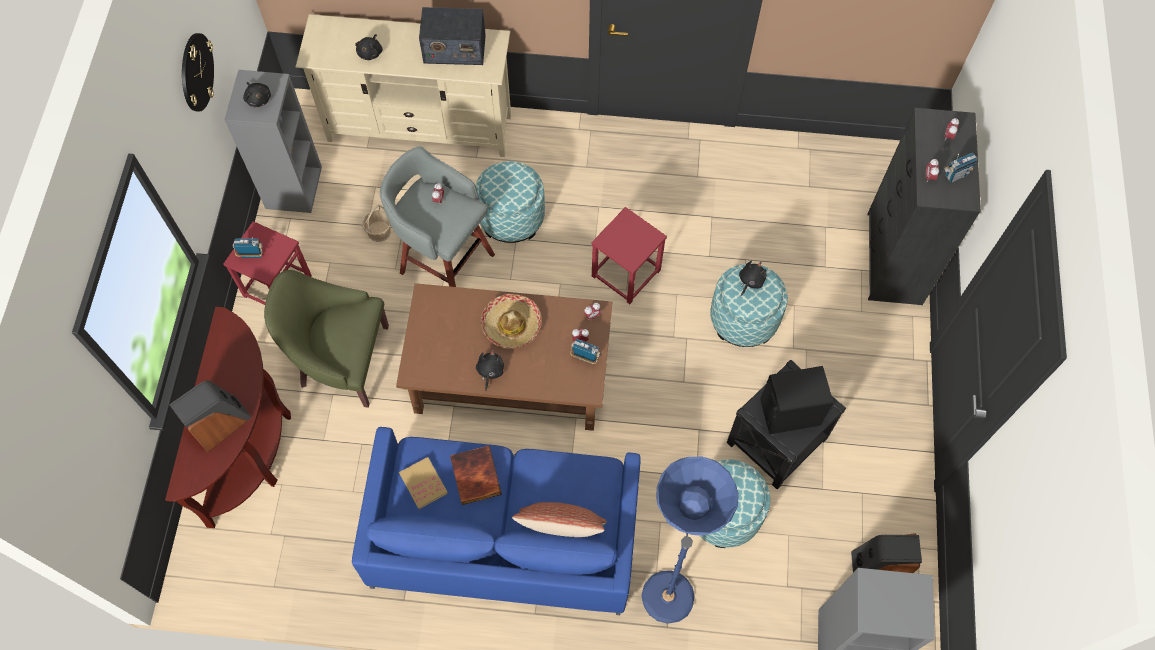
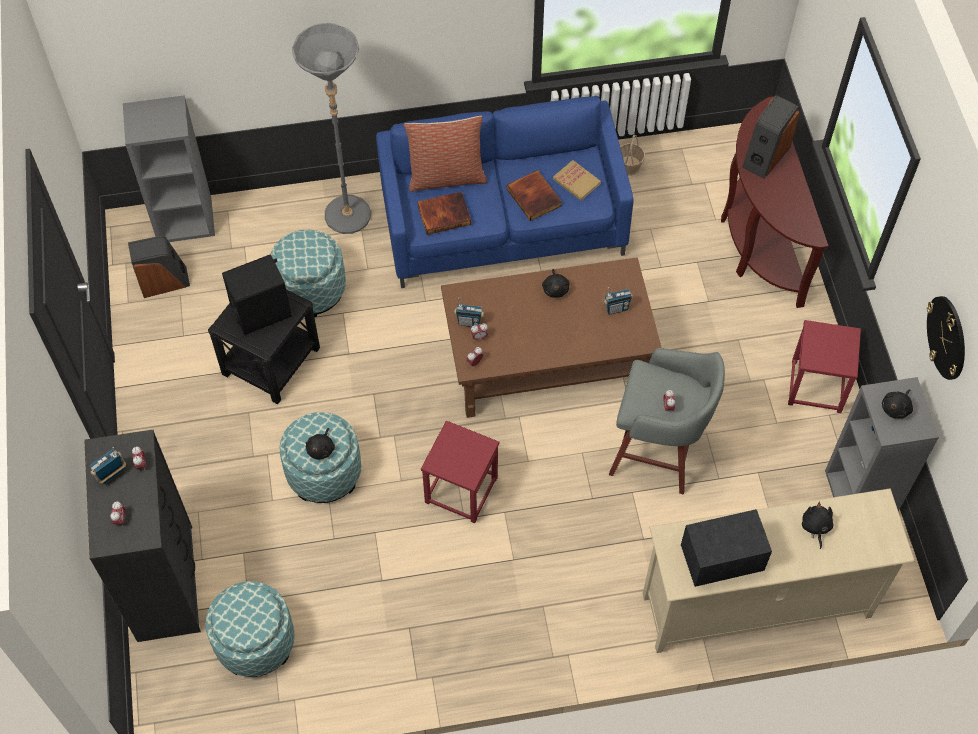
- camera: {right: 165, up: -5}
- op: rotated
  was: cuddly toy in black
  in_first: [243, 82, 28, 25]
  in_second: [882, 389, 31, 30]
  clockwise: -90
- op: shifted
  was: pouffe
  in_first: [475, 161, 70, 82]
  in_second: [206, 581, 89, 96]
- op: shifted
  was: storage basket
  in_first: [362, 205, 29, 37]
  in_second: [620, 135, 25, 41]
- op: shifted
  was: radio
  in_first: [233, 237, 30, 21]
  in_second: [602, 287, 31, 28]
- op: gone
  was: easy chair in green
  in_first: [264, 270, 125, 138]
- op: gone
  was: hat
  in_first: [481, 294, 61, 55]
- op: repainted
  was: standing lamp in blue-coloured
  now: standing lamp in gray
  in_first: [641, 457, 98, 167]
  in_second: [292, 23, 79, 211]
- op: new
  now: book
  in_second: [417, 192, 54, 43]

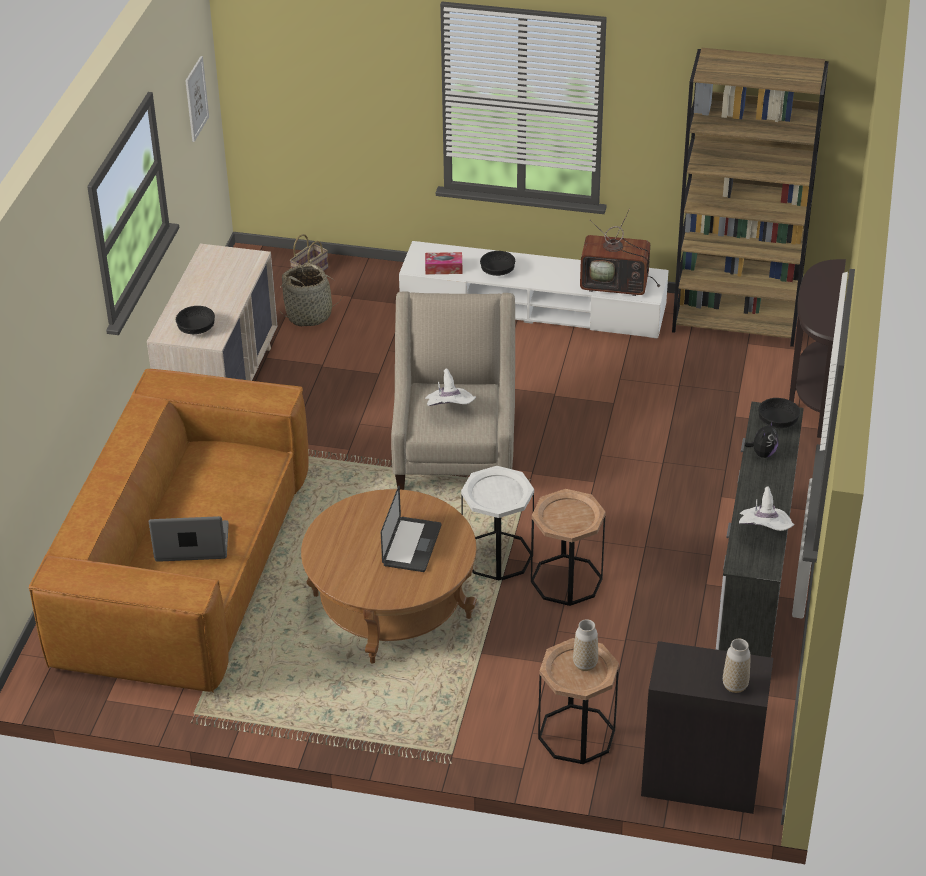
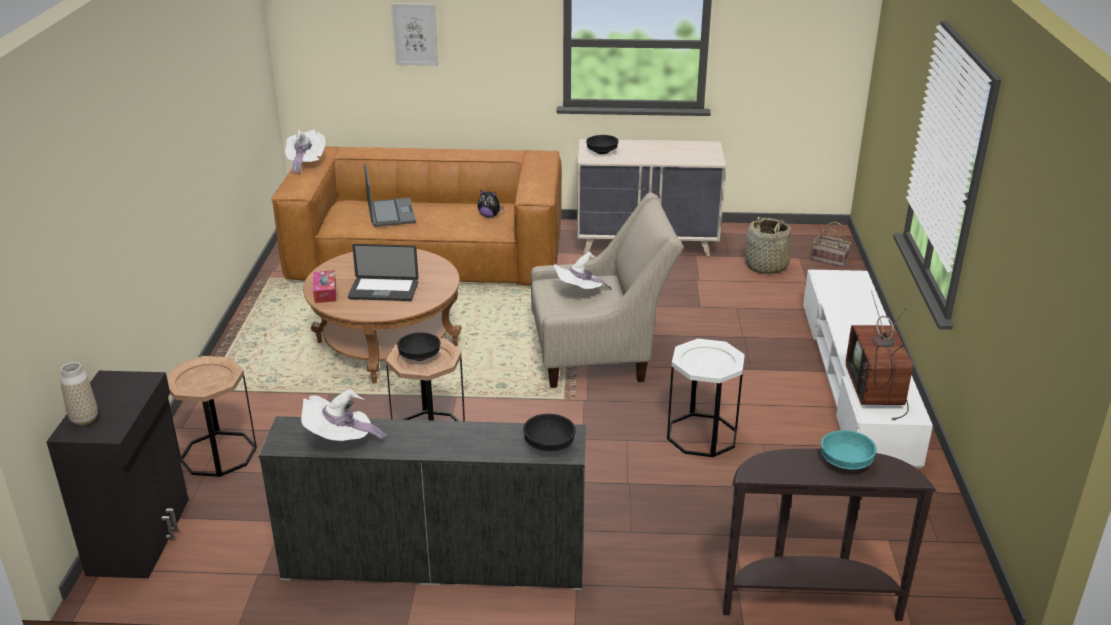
- camera: {right: 80, up: -10}
- op: gone
  was: bookshelf in brown-coloured
  in_first: [672, 48, 157, 299]
- op: shifted
  was: picture
  in_first: [185, 56, 24, 86]
  in_second: [391, 3, 47, 63]
- op: shifted
  was: bowl in black
  in_first: [480, 251, 35, 25]
  in_second: [397, 332, 43, 29]
- op: shifted
  was: tissue box
  in_first: [425, 252, 37, 23]
  in_second: [313, 270, 23, 33]
- op: shifted
  was: cuddly toy
  in_first: [744, 421, 35, 37]
  in_second: [477, 190, 27, 28]
- op: shifted
  was: end table in white
  in_first: [461, 466, 73, 114]
  in_second: [667, 339, 78, 118]
- op: gone
  was: decorative vase
  in_first: [573, 619, 25, 52]
- op: new
  now: hat in white
  in_second: [285, 129, 41, 46]
- op: new
  now: bowl in turquoise
  in_second: [821, 430, 56, 40]

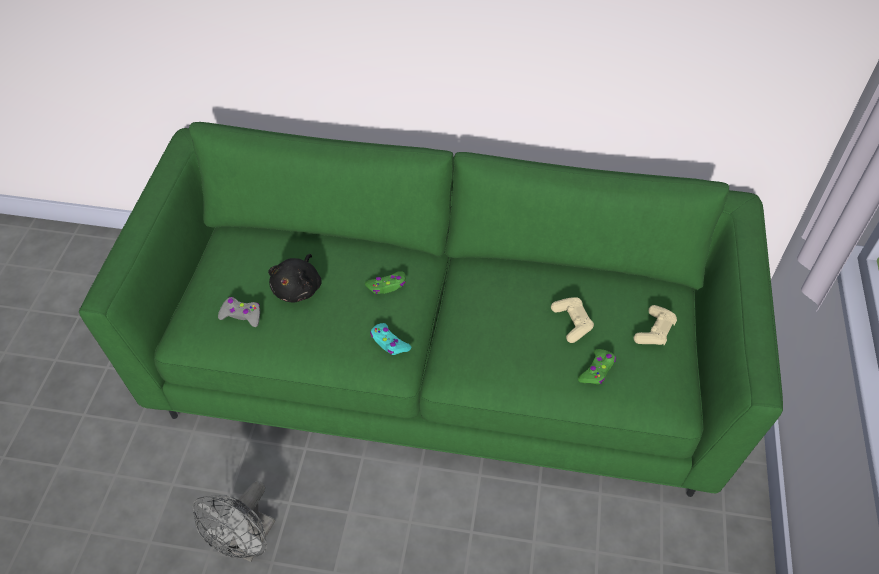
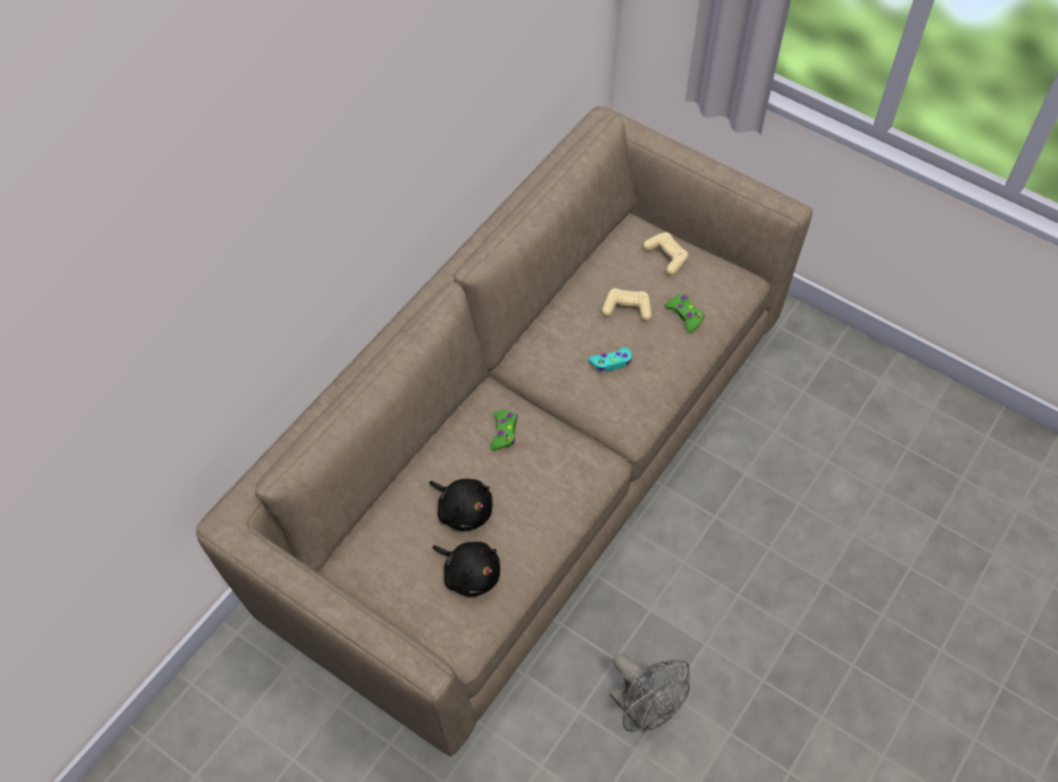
- camera: {right: -65, up: 5}
- op: repainted
  was: settee in green
  now: settee in beige-coloured
  in_first: [79, 122, 704, 375]
  in_second: [196, 106, 617, 650]
- op: swapped
  was: joypad in gray
  now: cuddly toy in black
  in_first: [218, 297, 42, 30]
  in_second: [432, 542, 68, 55]
- op: shifted
  was: joypad in turquoise
  in_first: [370, 323, 41, 32]
  in_second: [588, 347, 44, 25]

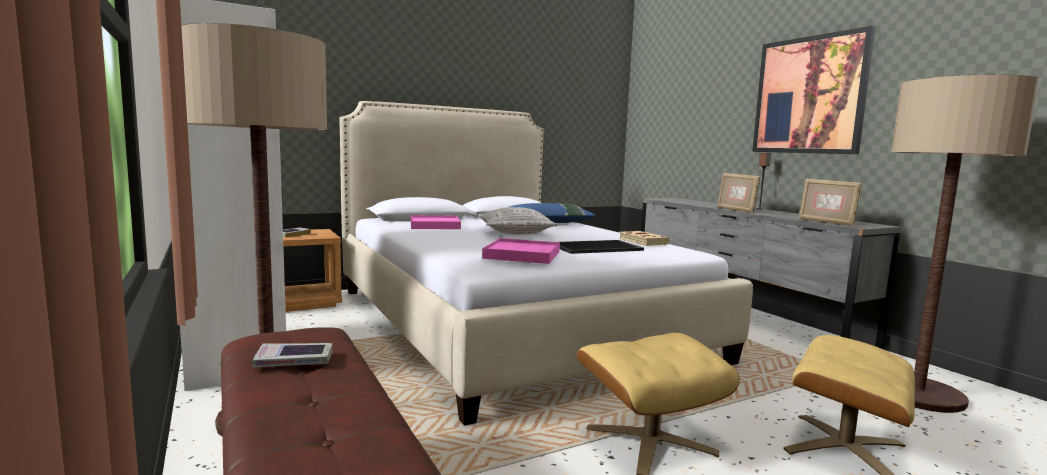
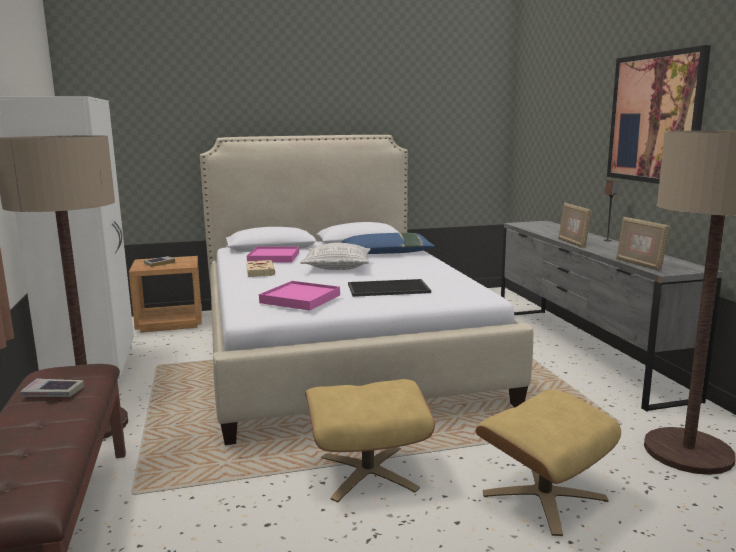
- camera: {right: 15, up: 5}
- op: shifted
  was: book in beige-coloured
  in_first: [619, 231, 50, 15]
  in_second: [246, 260, 29, 17]

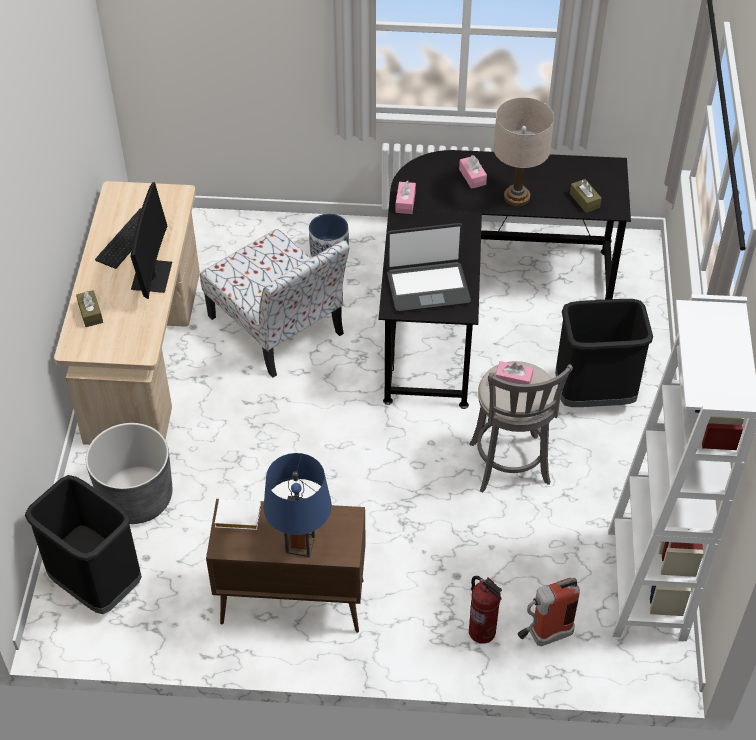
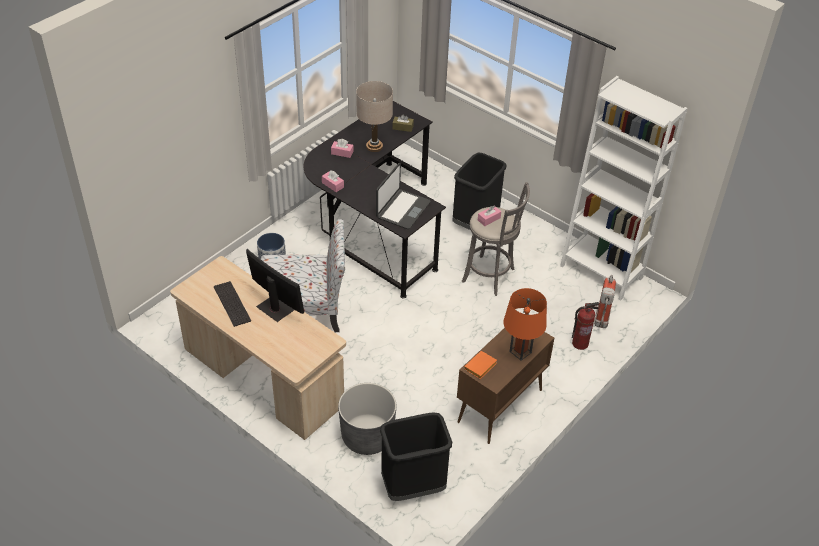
- camera: {right: -55, up: -5}
- op: gone
  was: tissue box in brown-coloured
  in_first: [76, 290, 27, 37]
- op: repainted
  was: tabletop lamp in blue-coloured
  now: tabletop lamp in orange-coloured
  in_first: [263, 453, 69, 104]
  in_second: [503, 288, 44, 72]
- op: repainted
  was: book in white
  now: book in orange-coloured
  in_first: [215, 499, 46, 31]
  in_second: [464, 351, 33, 28]

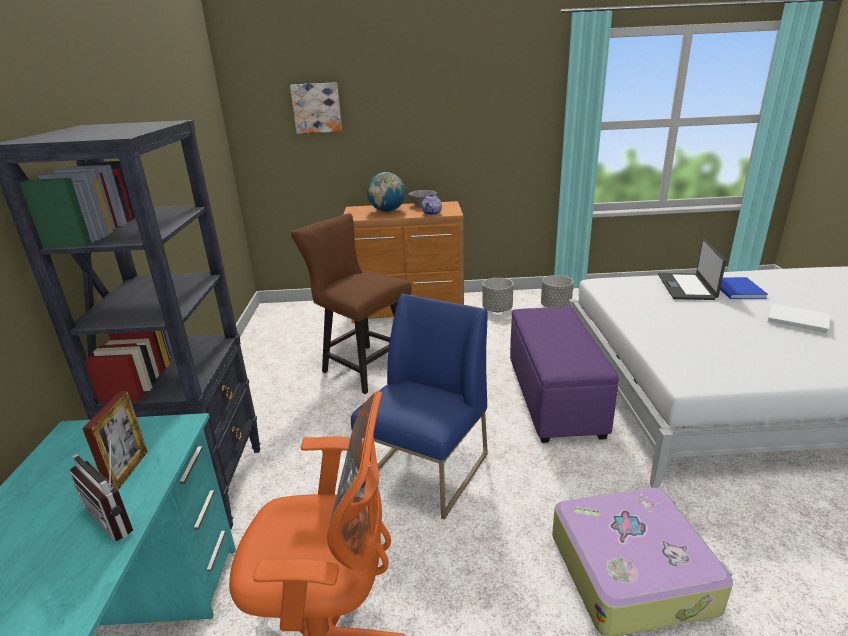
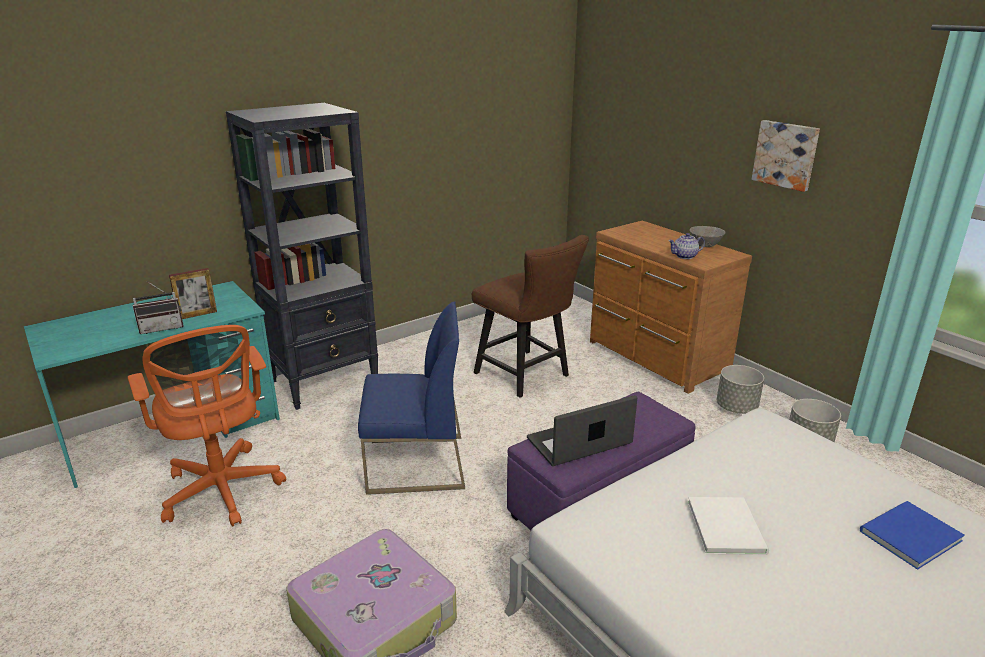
- camera: {right: 55, up: 0}
- op: shifted
  was: picture
  in_first: [290, 82, 52, 52]
  in_second: [752, 120, 68, 72]
- op: gone
  was: world globe
  in_first: [367, 172, 39, 40]
- op: rotated
  was: plain chair in brown-coloured
  in_first: [291, 213, 121, 181]
  in_second: [472, 235, 117, 163]
  clockwise: 135
- op: shifted
  was: portable computer
  in_first: [658, 239, 68, 61]
  in_second: [527, 395, 110, 71]
- op: shifted
  was: book in white
  in_first: [767, 303, 63, 31]
  in_second: [688, 497, 81, 58]
- op: rotated
  was: radio
  in_first: [69, 435, 64, 106]
  in_second: [133, 281, 51, 53]
  clockwise: -120

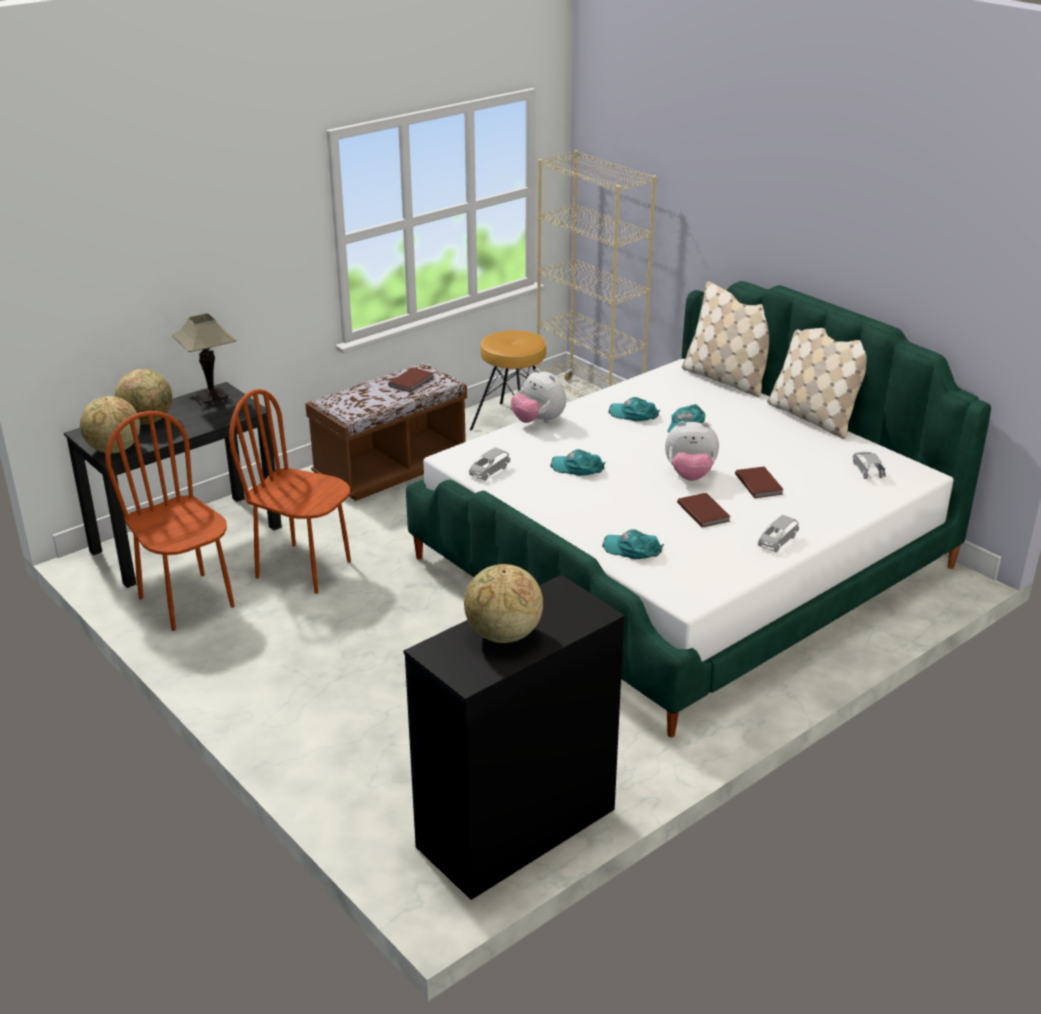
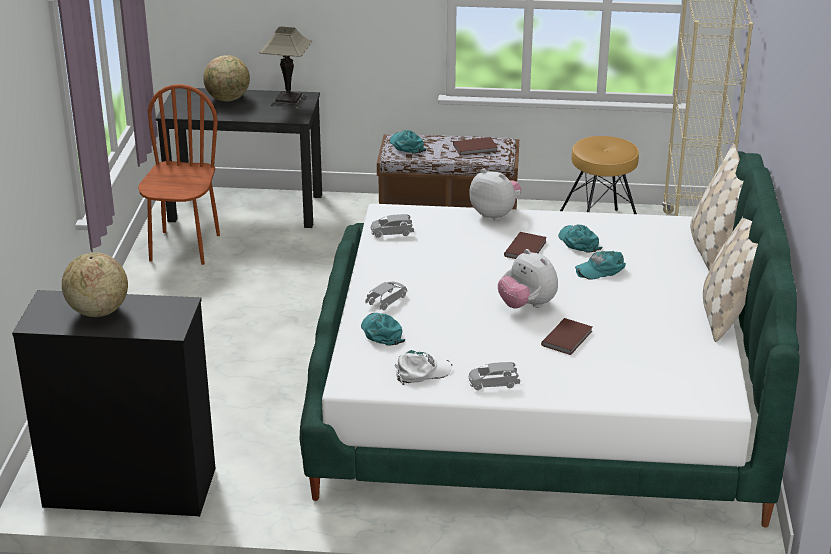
- camera: {right: 45, up: 0}
- op: rotated
  was: cuddly toy
  in_first: [511, 368, 55, 55]
  in_second: [469, 168, 52, 53]
  clockwise: 120
- op: gone
  was: plain chair in brown-coloured
  in_first: [229, 389, 122, 205]
- op: gone
  was: world globe
  in_first: [80, 396, 60, 58]
- op: shifted
  was: peaked cap in turquoise
  in_first: [550, 449, 56, 27]
  in_second: [390, 130, 37, 23]
- op: shifted
  was: toy car in gray
  in_first: [853, 452, 33, 27]
  in_second: [365, 282, 42, 28]
- op: shifted
  was: book in brown-coloured
  in_first: [677, 493, 54, 35]
  in_second: [504, 232, 43, 27]
- op: new
  now: peaked cap in white
  in_second: [395, 350, 57, 35]

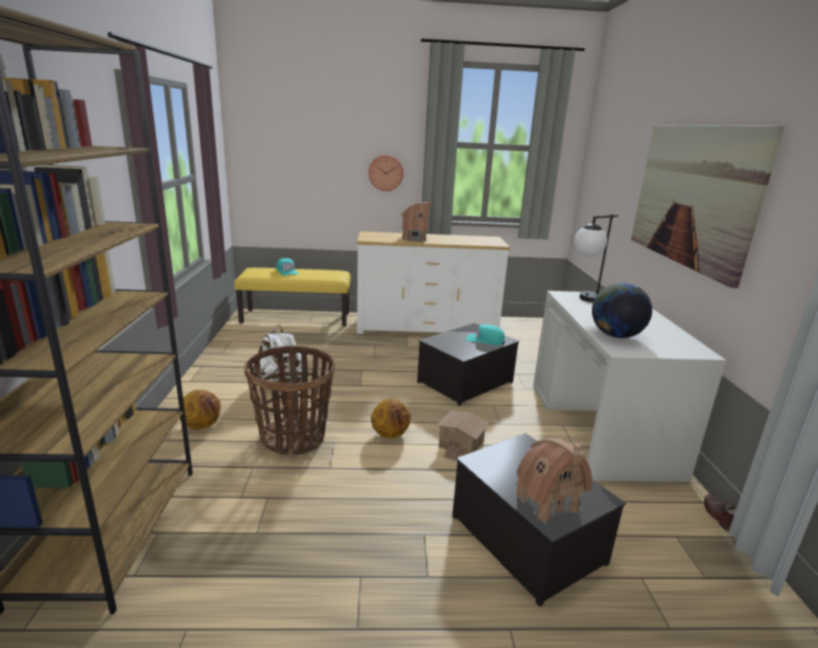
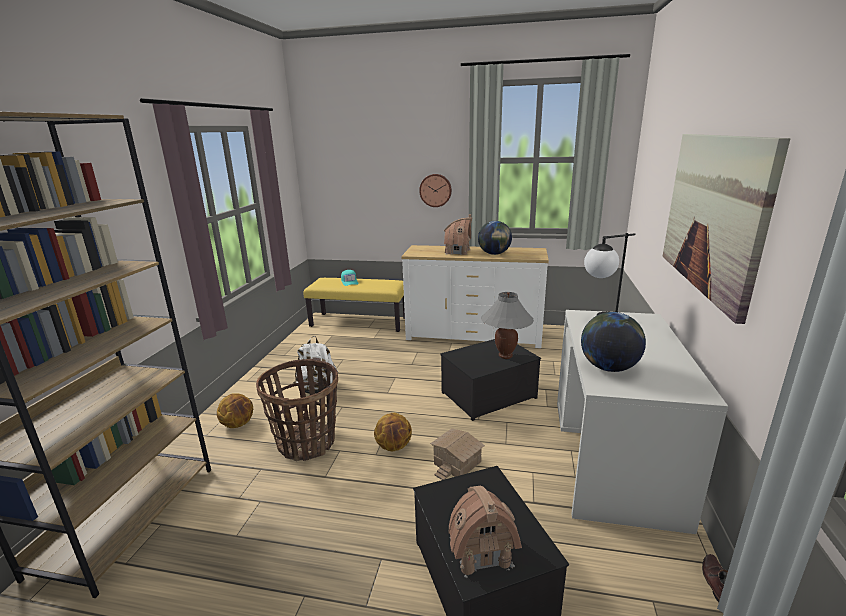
- camera: {right: 15, up: 0}
- op: swapped
  was: peaked cap in turquoise
  now: tabletop lamp in gray
  in_first: [466, 324, 39, 21]
  in_second: [481, 292, 53, 67]
- op: new
  now: world globe
  in_second: [478, 221, 34, 34]

